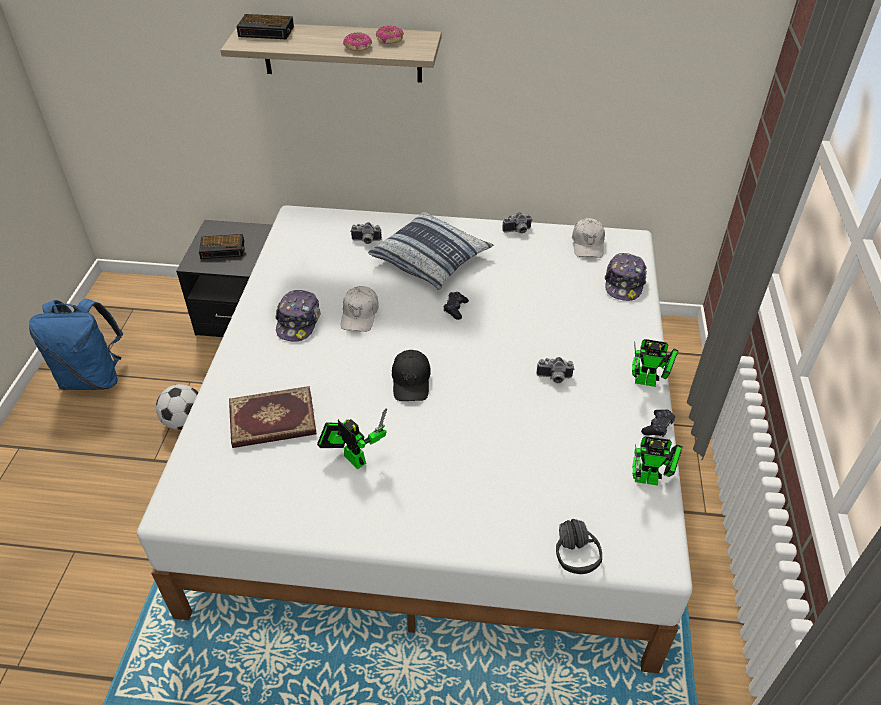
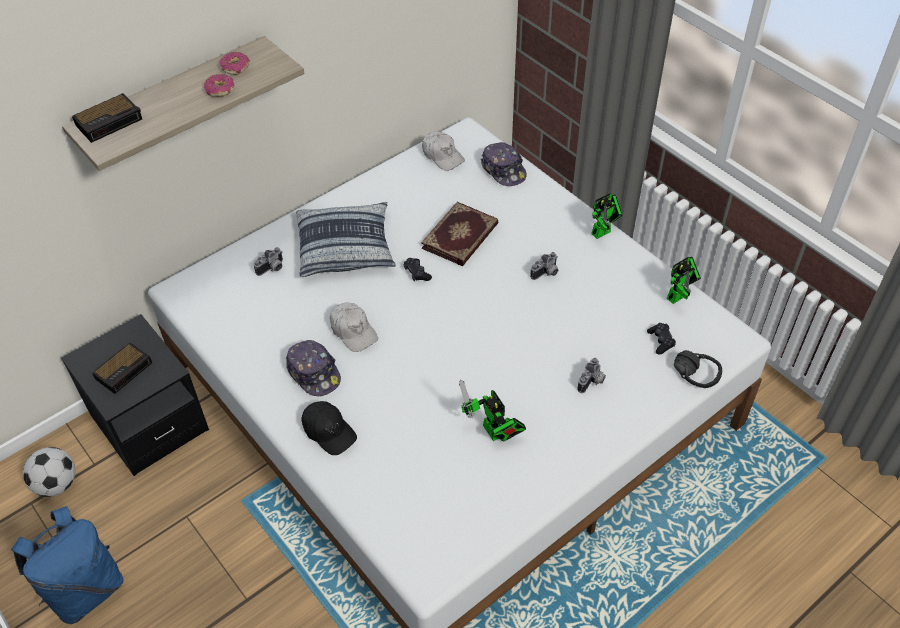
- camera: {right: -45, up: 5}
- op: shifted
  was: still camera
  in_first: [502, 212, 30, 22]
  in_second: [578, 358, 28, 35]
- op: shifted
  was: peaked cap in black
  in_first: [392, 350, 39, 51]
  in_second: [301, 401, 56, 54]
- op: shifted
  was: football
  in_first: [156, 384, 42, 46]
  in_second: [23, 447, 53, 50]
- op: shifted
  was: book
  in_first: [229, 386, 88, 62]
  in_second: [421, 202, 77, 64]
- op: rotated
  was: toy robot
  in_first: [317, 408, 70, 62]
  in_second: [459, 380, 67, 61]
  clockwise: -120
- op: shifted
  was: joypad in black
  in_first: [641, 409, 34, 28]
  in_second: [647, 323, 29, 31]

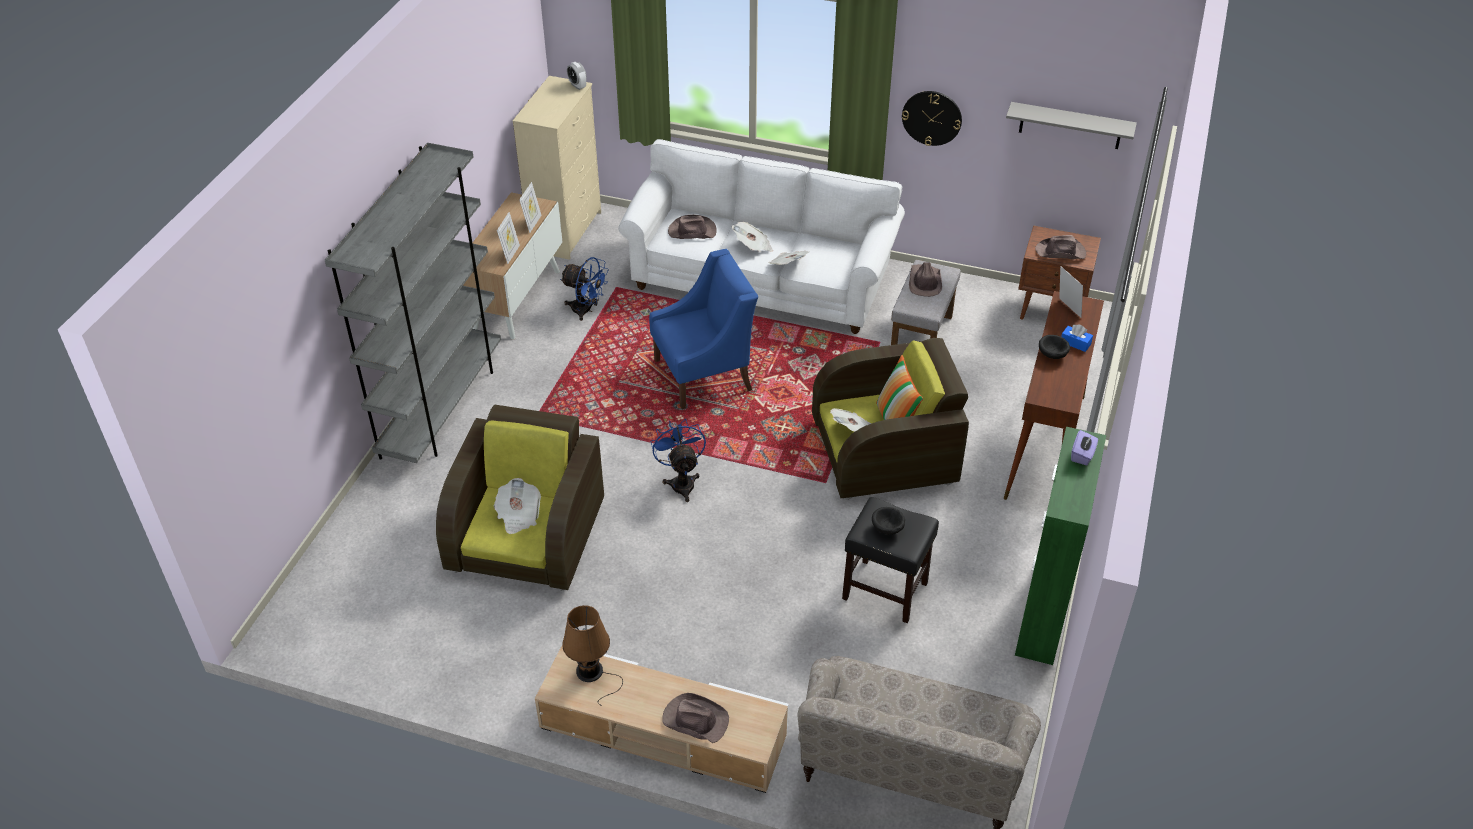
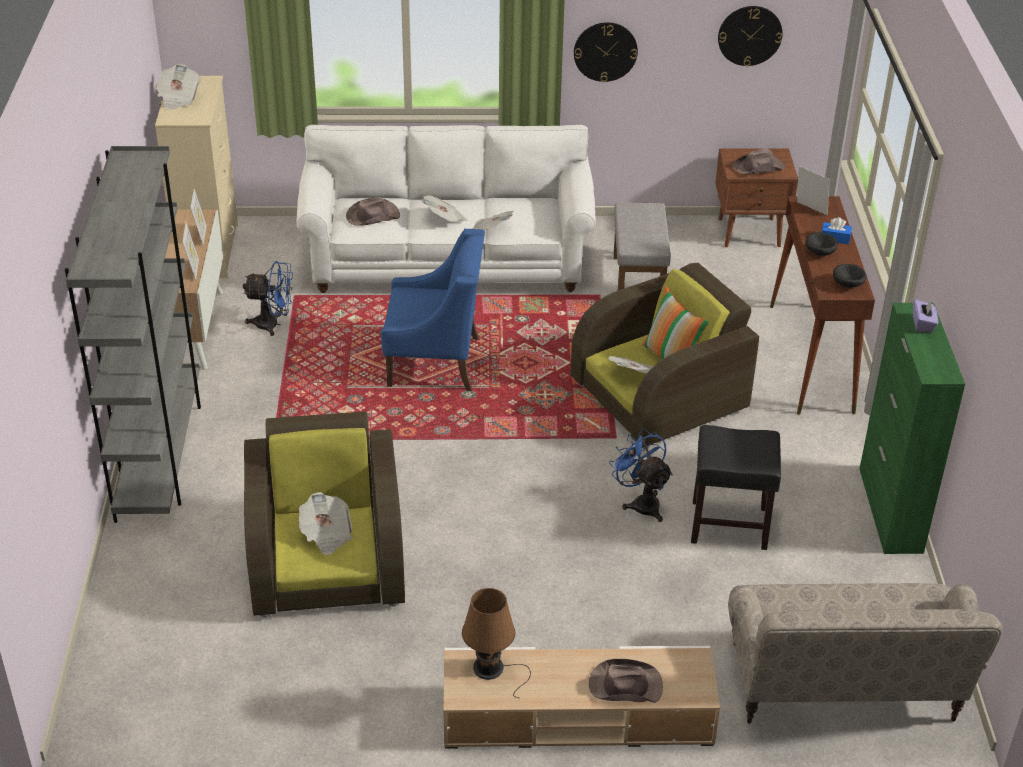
- camera: {right: -20, up: -5}
- op: gone
  was: table clock
  in_first: [567, 62, 20, 28]
- op: swapped
  was: shelf in gray
  now: hanging clock
  in_first: [1006, 102, 131, 47]
  in_second: [718, 6, 65, 61]
- op: rotated
  was: easy chair in blue-coloured
  in_first: [649, 249, 109, 160]
  in_second: [381, 229, 104, 162]
  clockwise: 45
- op: gone
  was: hat in brown-coloured
  in_first: [909, 262, 33, 35]
- op: shifted
  was: electric fan in blue-coloured
  in_first: [651, 419, 55, 83]
  in_second: [609, 428, 64, 94]
- op: shifted
  was: bowl in black
  in_first: [872, 507, 33, 28]
  in_second: [833, 264, 34, 24]
- op: new
  now: daily paper
  in_second: [156, 64, 45, 46]

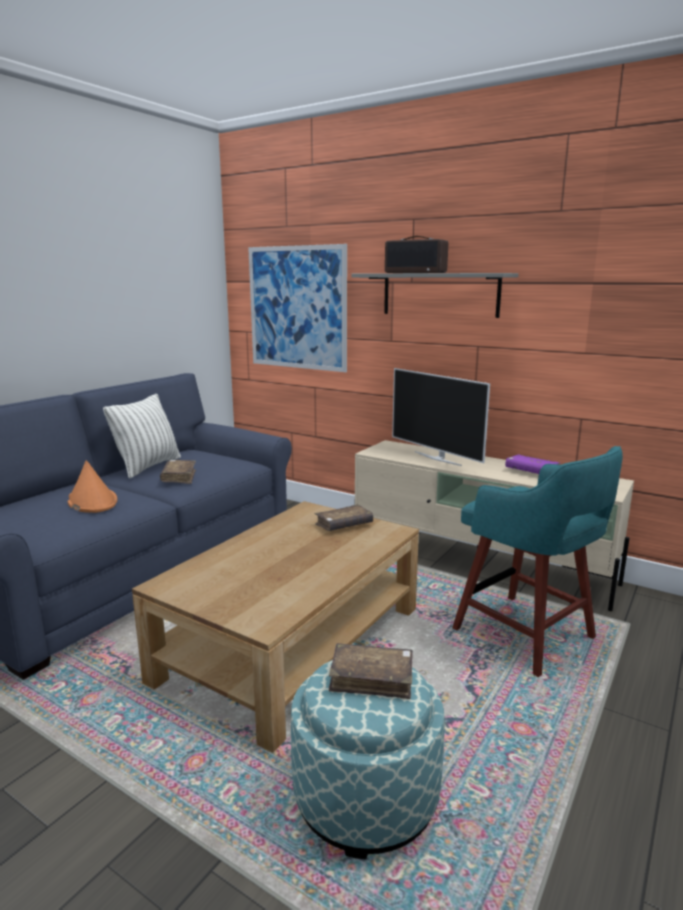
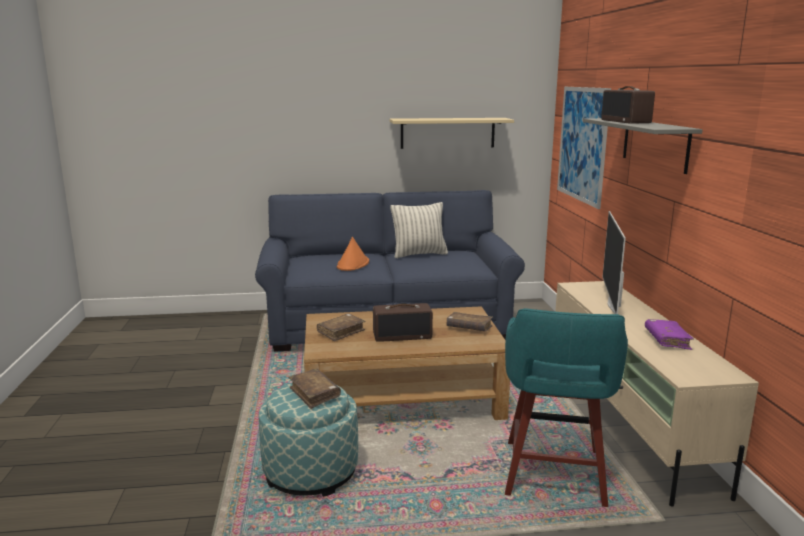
- camera: {right: 50, up: 0}
- op: shifted
  was: book in brown-coloured
  in_first: [160, 460, 36, 24]
  in_second: [317, 314, 49, 27]
- op: new
  now: shelf in beige-coloured
  in_second: [390, 118, 124, 31]
- op: new
  now: radio
  in_second: [373, 303, 60, 39]

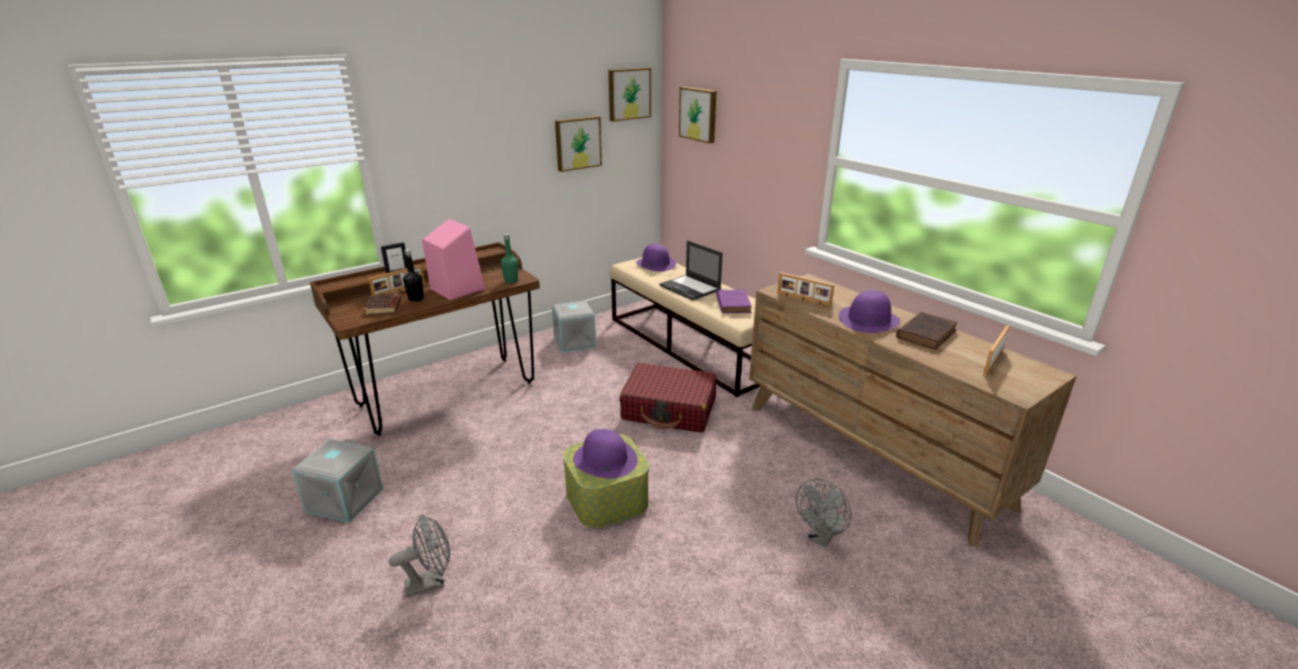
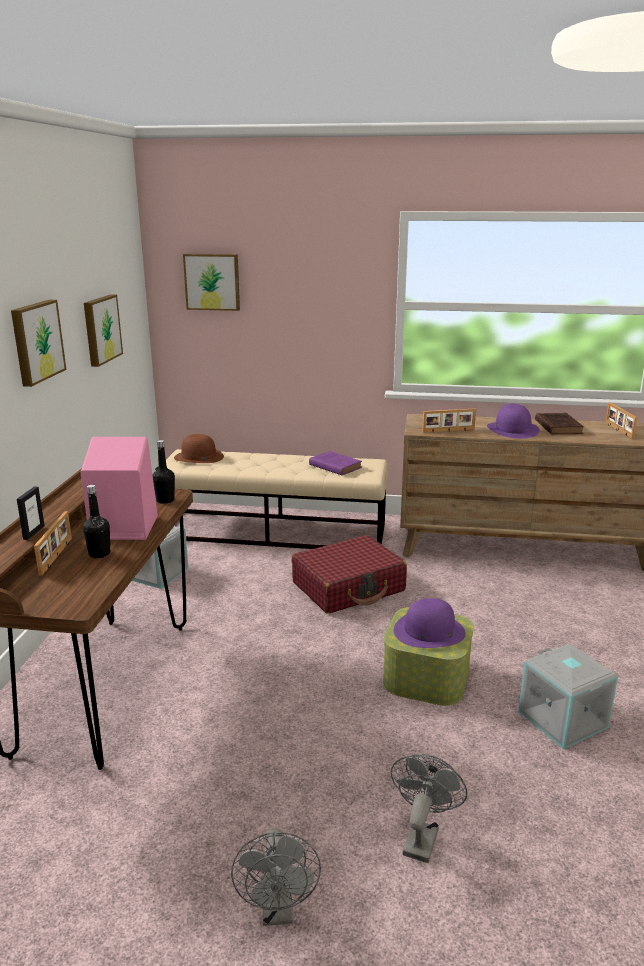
- camera: {right: -45, up: -5}
- op: shifted
  was: picture
  in_first: [609, 68, 42, 53]
  in_second: [11, 300, 55, 87]
- op: repainted
  was: drink bottle in green
  now: drink bottle in black
  in_first: [501, 234, 17, 49]
  in_second: [153, 440, 22, 64]
- op: gone
  was: portable computer
  in_first: [659, 240, 64, 60]
- op: repainted
  was: hat in purple
  now: hat in brown-coloured
  in_first: [636, 244, 40, 27]
  in_second: [174, 434, 50, 29]
- op: gone
  was: book in brown-coloured
  in_first: [364, 293, 38, 22]
- op: shifted
  was: storage bin in gray
  in_first: [292, 439, 91, 84]
  in_second: [518, 644, 100, 105]
- op: shifted
  was: electric fan in gray
  in_first: [796, 479, 56, 68]
  in_second: [231, 828, 90, 98]

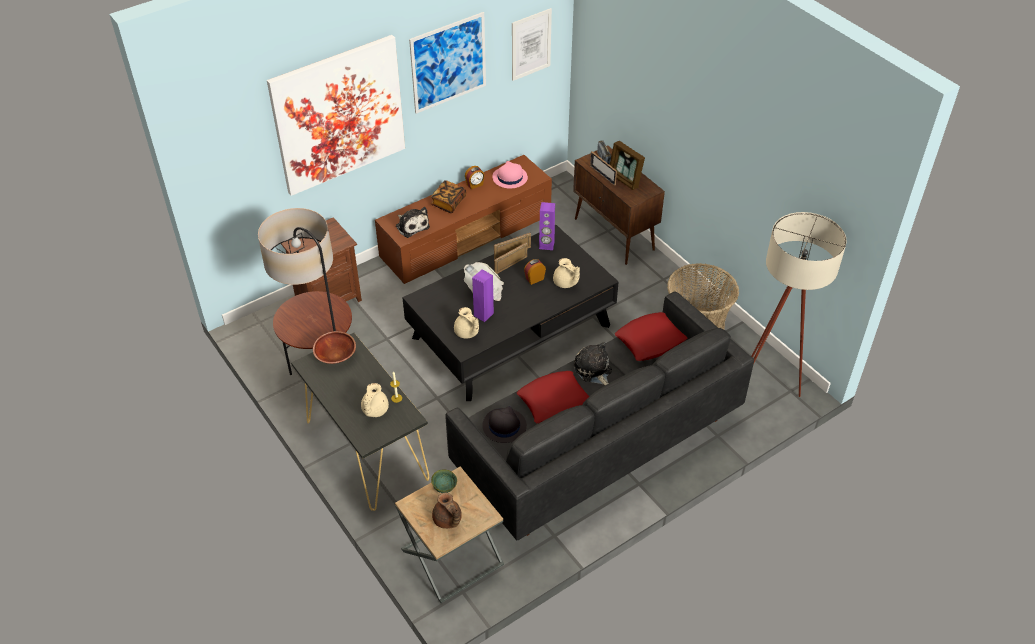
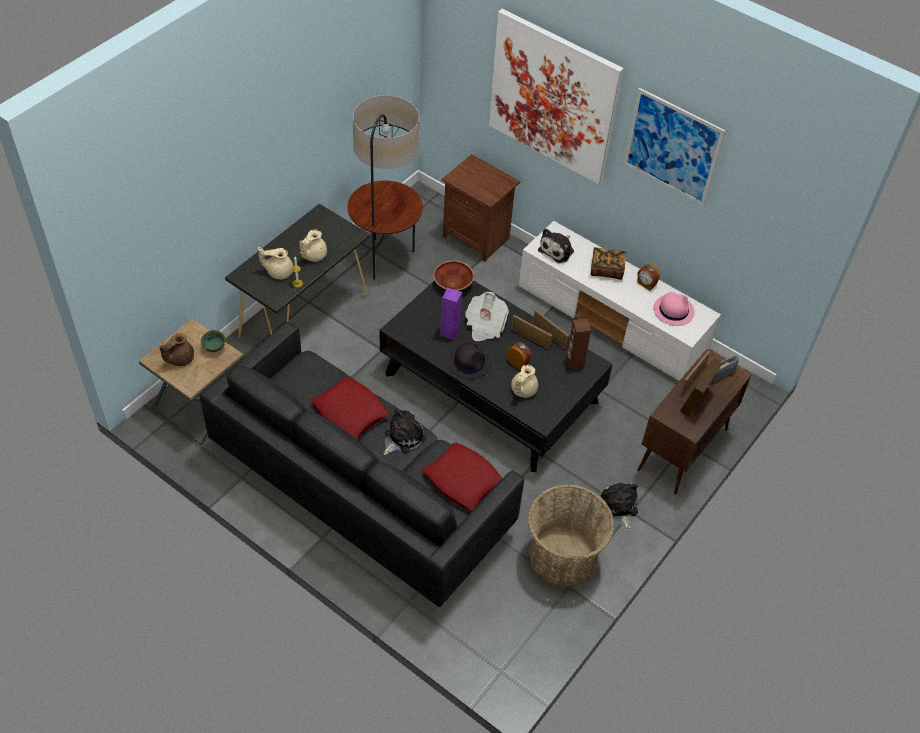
- camera: {right: 70, up: 5}
- op: gone
  was: picture
  in_first: [512, 8, 40, 73]
- op: repainted
  was: media console in brown-coloured
  now: media console in white
  in_first: [375, 155, 177, 129]
  in_second: [519, 221, 202, 160]
- op: repainted
  was: speaker in purple
  now: speaker in brown-coloured
  in_first: [539, 202, 16, 48]
  in_second: [566, 319, 25, 50]
- op: gone
  was: standing lamp in beige-coloured
  in_first: [751, 212, 96, 185]
- op: shifted
  was: pot for tea in beige-coloured
  in_first: [454, 307, 25, 31]
  in_second: [299, 230, 28, 32]
- op: shifted
  was: bowl in brown-coloured
  in_first: [313, 331, 43, 33]
  in_second: [433, 261, 41, 30]
- op: shifted
  was: hat in black
  in_first: [482, 406, 45, 37]
  in_second: [448, 342, 43, 37]
- op: new
  now: cuddly toy
  in_second: [600, 483, 38, 47]

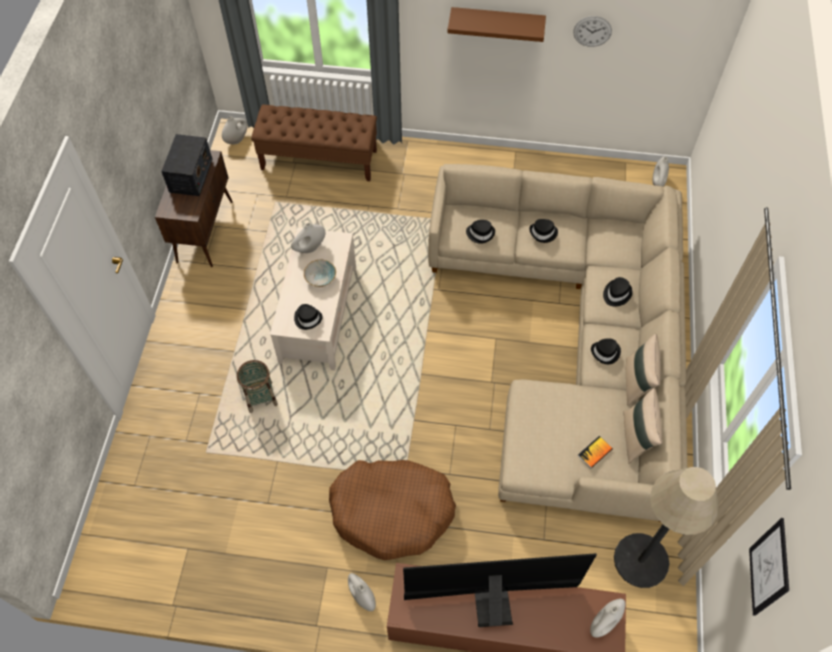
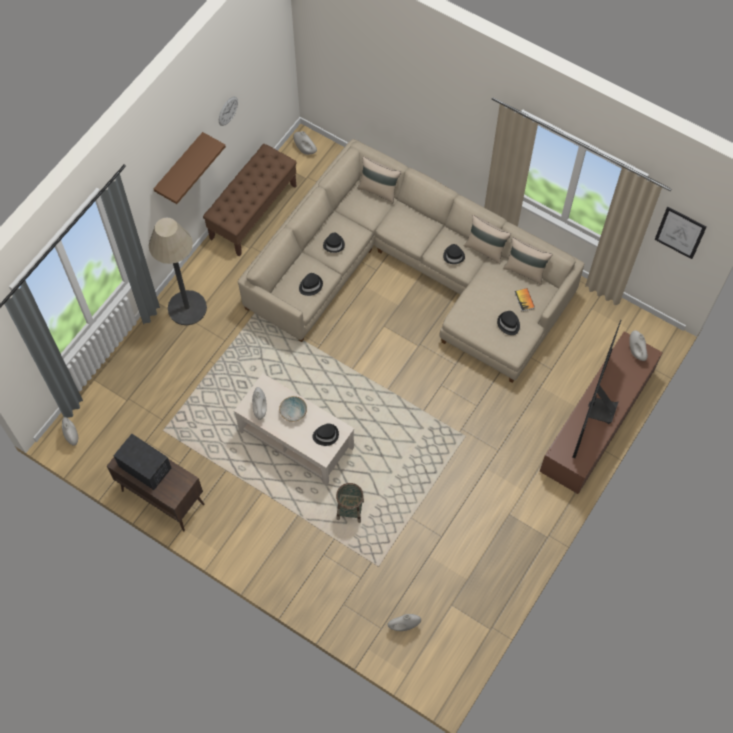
- camera: {right: -65, up: 5}
- op: shifted
  was: bench in brown-coloured
  in_first: [251, 105, 126, 76]
  in_second: [203, 144, 94, 112]
- op: shifted
  was: hat in black
  in_first: [603, 277, 30, 30]
  in_second: [497, 311, 23, 24]
- op: gone
  was: dog bed in brown-coloured
  in_first: [329, 460, 127, 100]
- op: shifted
  was: standing lamp
  in_first: [614, 467, 105, 121]
  in_second: [149, 217, 58, 108]
- op: shifted
  was: decorative vase in white
  in_first: [348, 573, 28, 38]
  in_second: [387, 614, 34, 17]
- op: new
  now: pillow in beige-coloured
  in_second: [357, 156, 44, 48]

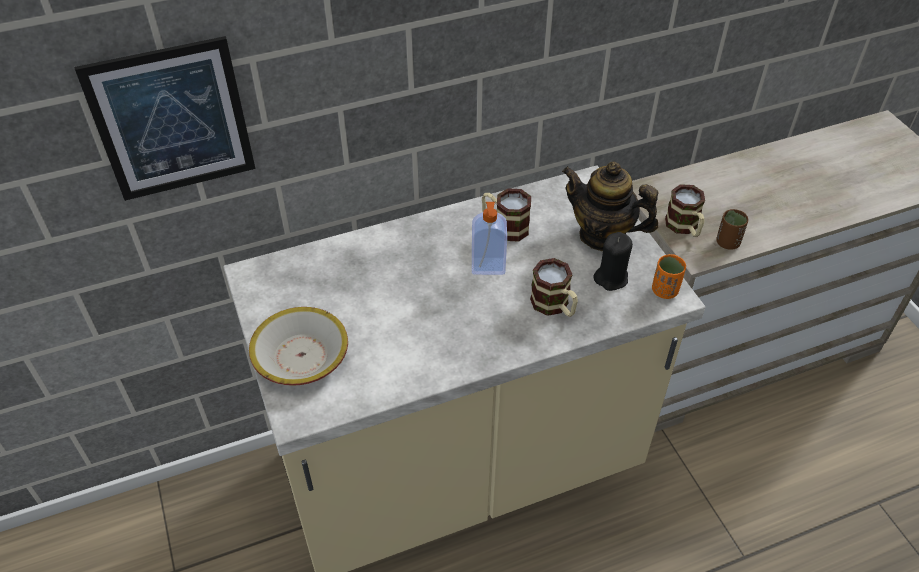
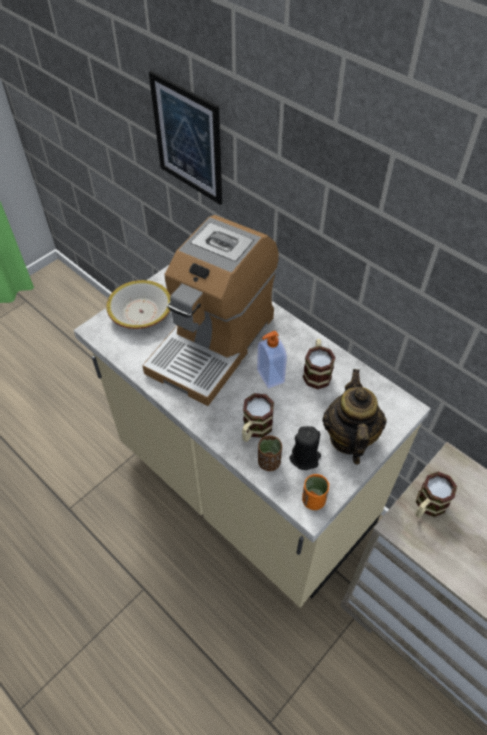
- camera: {right: 65, up: 5}
- op: shifted
  was: drinking cup in brown-coloured
  in_first: [716, 209, 32, 41]
  in_second: [258, 435, 24, 36]
- op: new
  now: coffee brewer
  in_second: [142, 215, 137, 191]

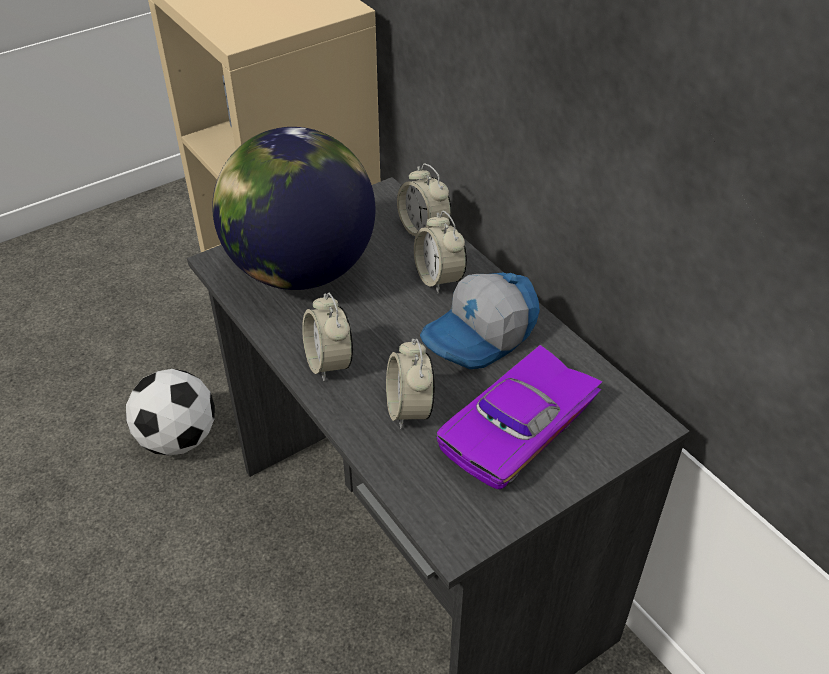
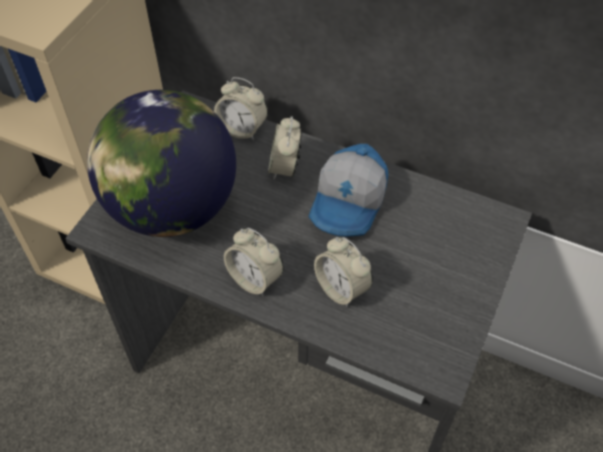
- camera: {right: -30, up: 10}
- op: rotated
  was: table clock
  in_first: [414, 211, 53, 82]
  in_second: [268, 116, 34, 64]
  clockwise: 60
- op: gone
  was: toy car in purple
  in_first: [436, 345, 167, 144]
- op: gone
  was: football
  in_first: [126, 369, 89, 87]

